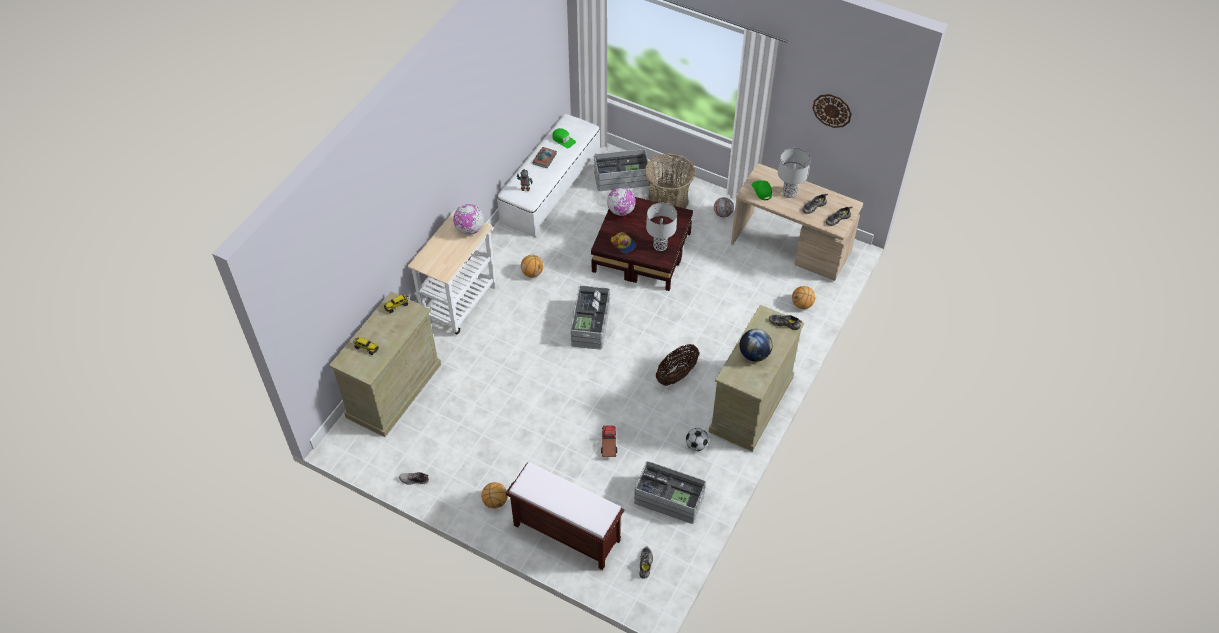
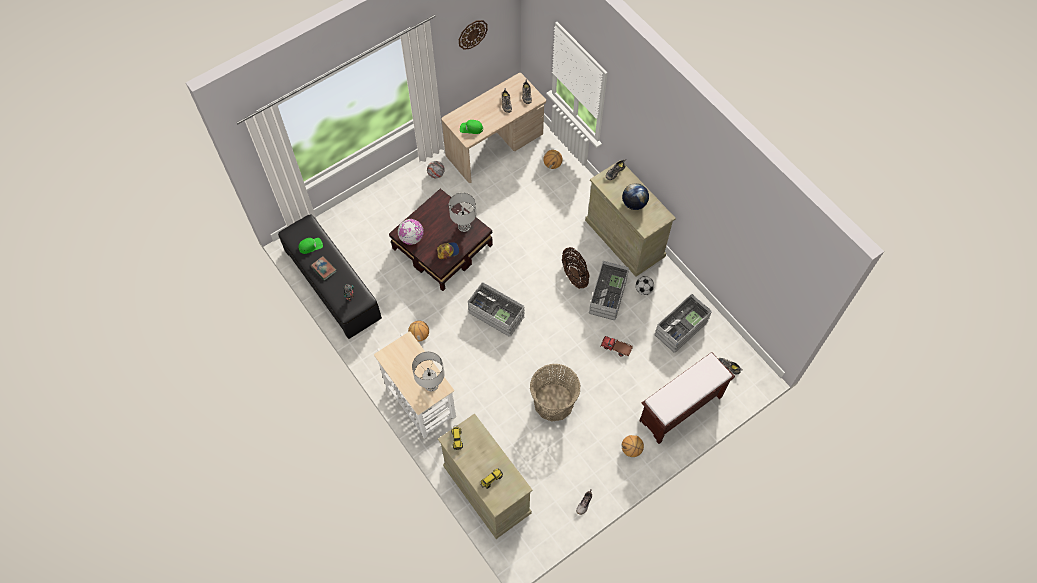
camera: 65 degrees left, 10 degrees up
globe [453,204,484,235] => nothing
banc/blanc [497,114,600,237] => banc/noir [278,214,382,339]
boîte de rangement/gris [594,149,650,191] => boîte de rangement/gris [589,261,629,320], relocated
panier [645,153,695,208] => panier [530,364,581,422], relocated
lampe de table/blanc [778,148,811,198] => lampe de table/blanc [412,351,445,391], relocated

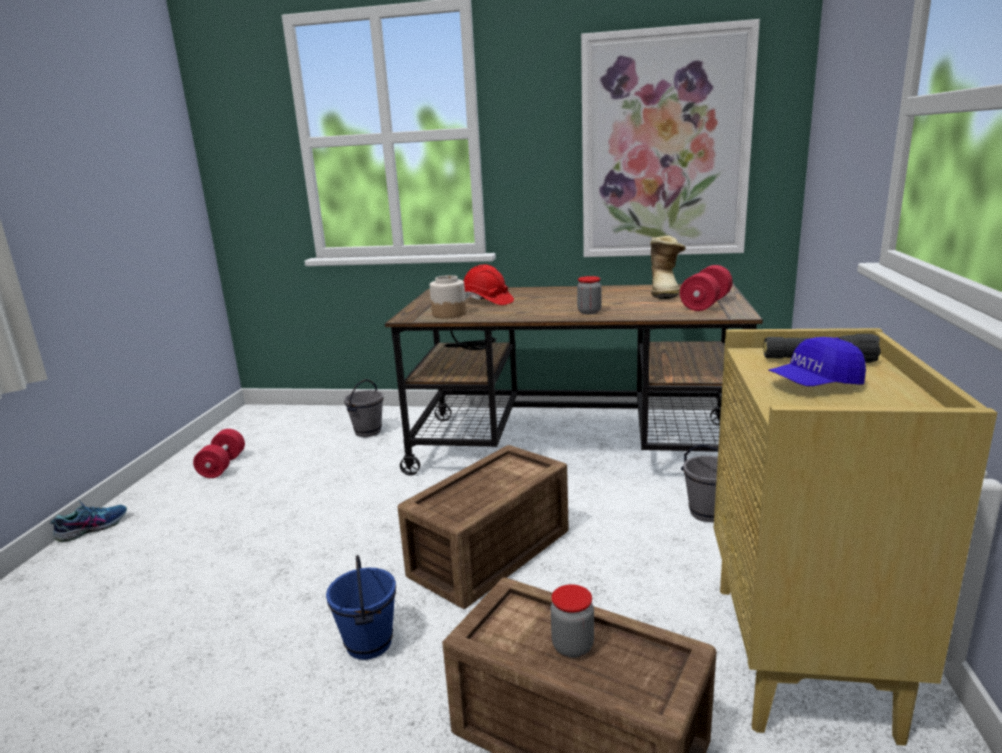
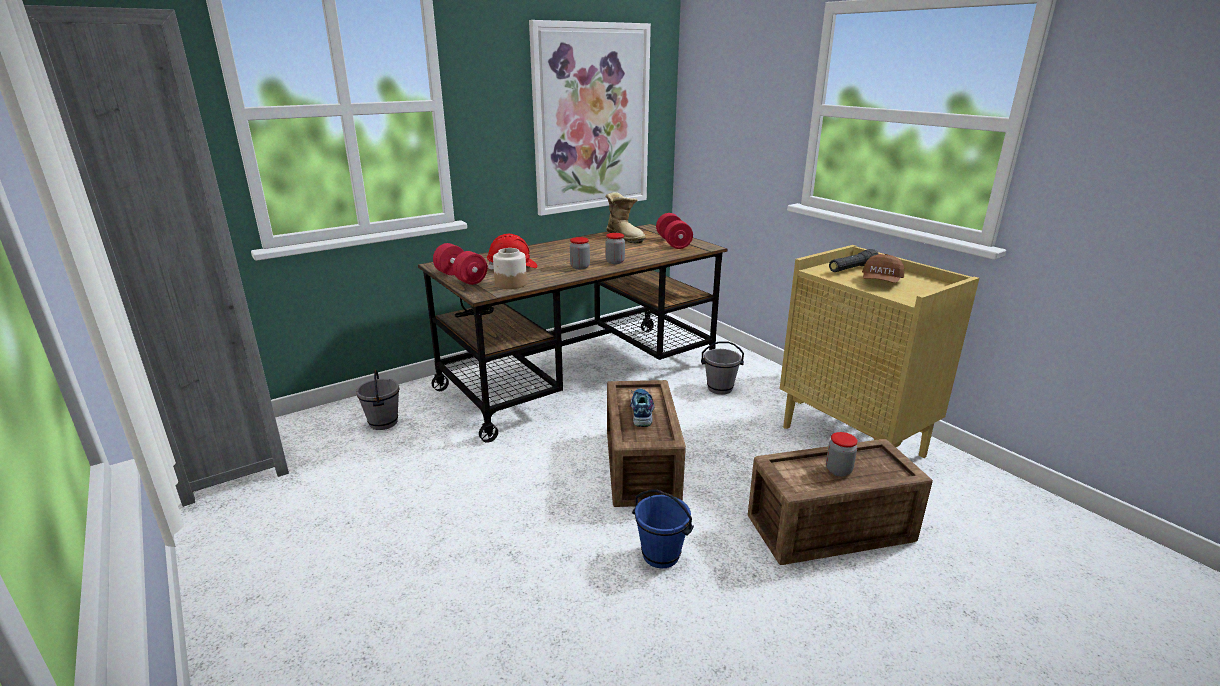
camera: 45 degrees left, 5 degrees up
chaussure [50,502,127,542] => chaussure [628,389,654,427], relocated
haltère/rouge [193,429,245,478] => haltère/rouge [433,243,487,285], relocated
casquette/bleu [768,337,866,386] => casquette/marron [862,254,904,283]
nothing => bibliothèque/gris [24,5,289,507]
nothing => bocal [570,237,590,269]

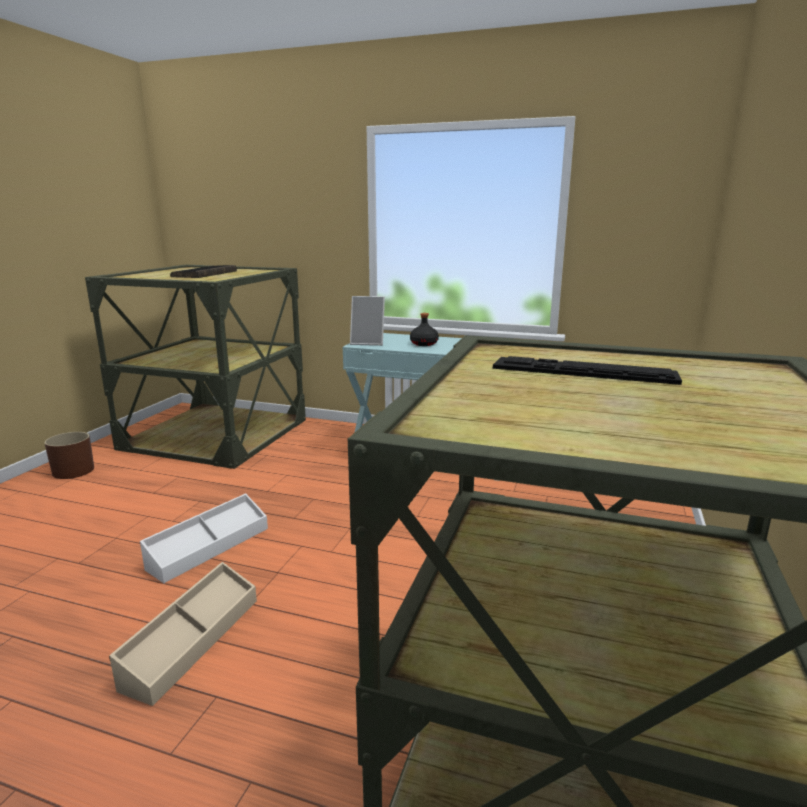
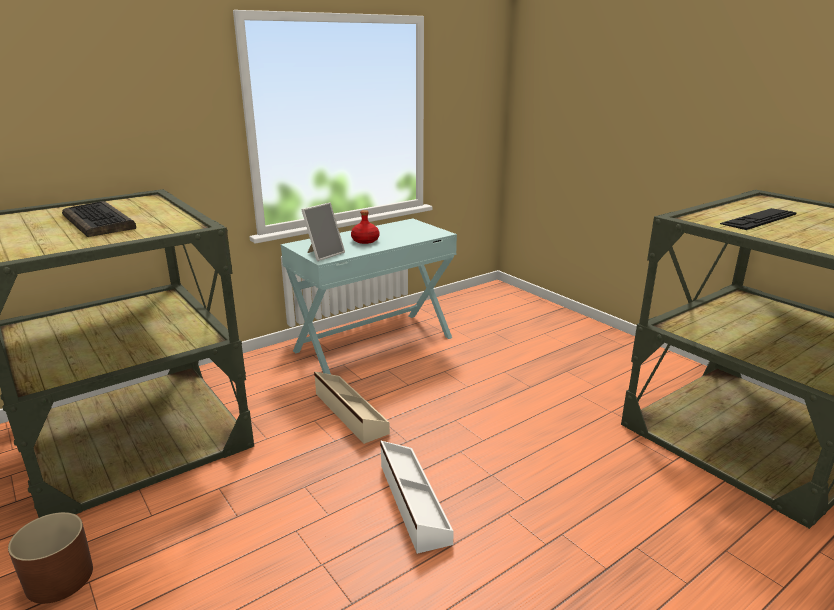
camera: 55 degrees left, 5 degrees up
boîte de rangement/beige [109,562,257,706] => boîte de rangement/beige [314,372,390,444], relocated
bouteille/noir [410,313,439,346] => bouteille/rouge [351,210,379,244]

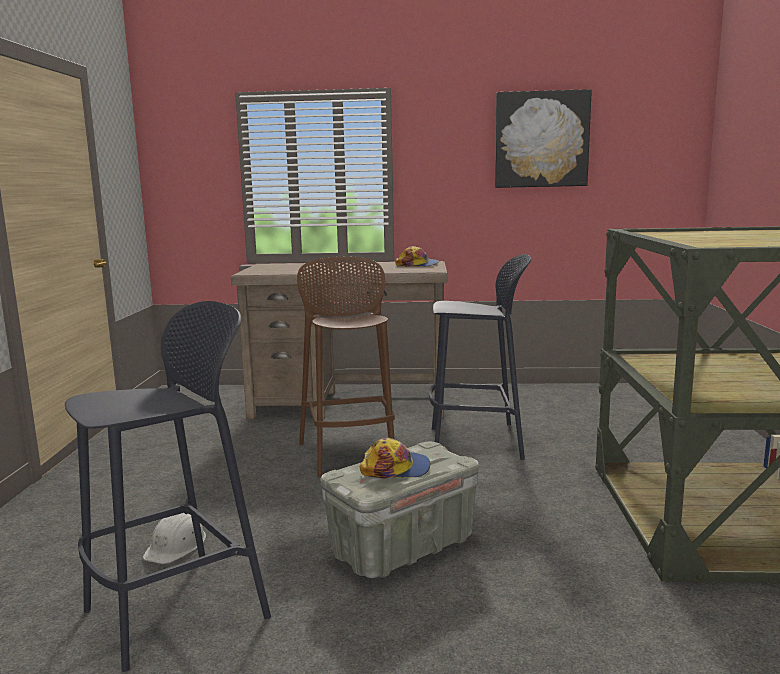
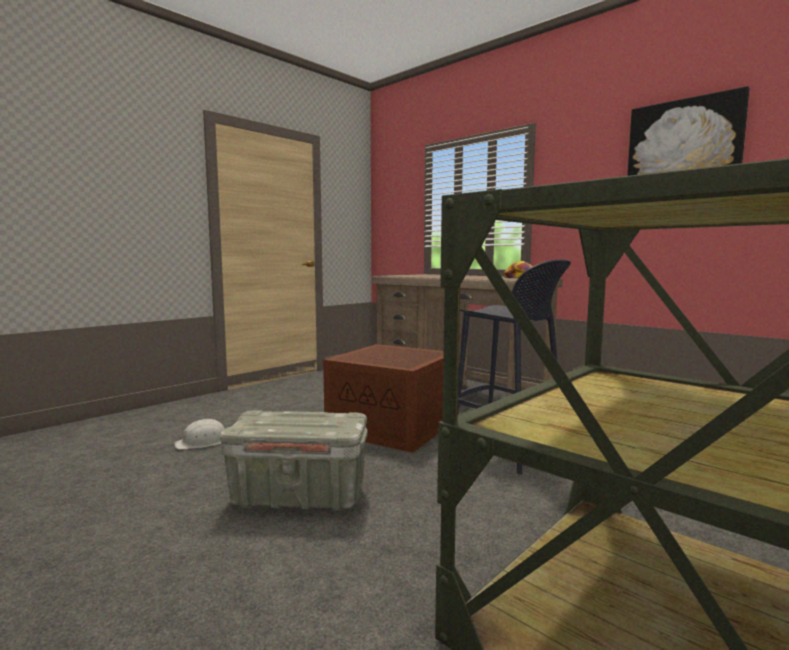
camera: 40 degrees right, 5 degrees down
tabouret/gris [65,301,271,672] => nothing
tabouret/marron [297,257,395,477] => boîte de rangement/marron [323,344,444,453]
casquette [360,438,430,479] => nothing

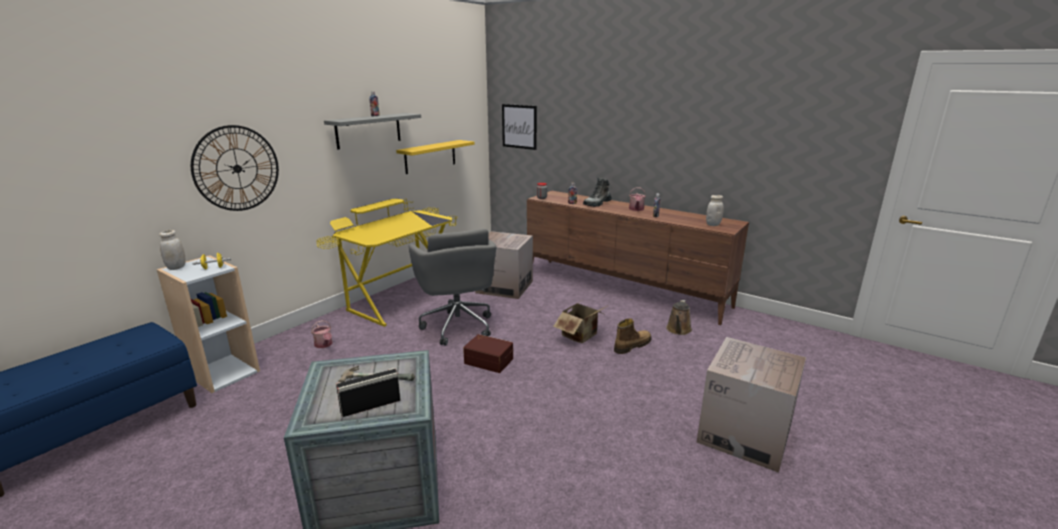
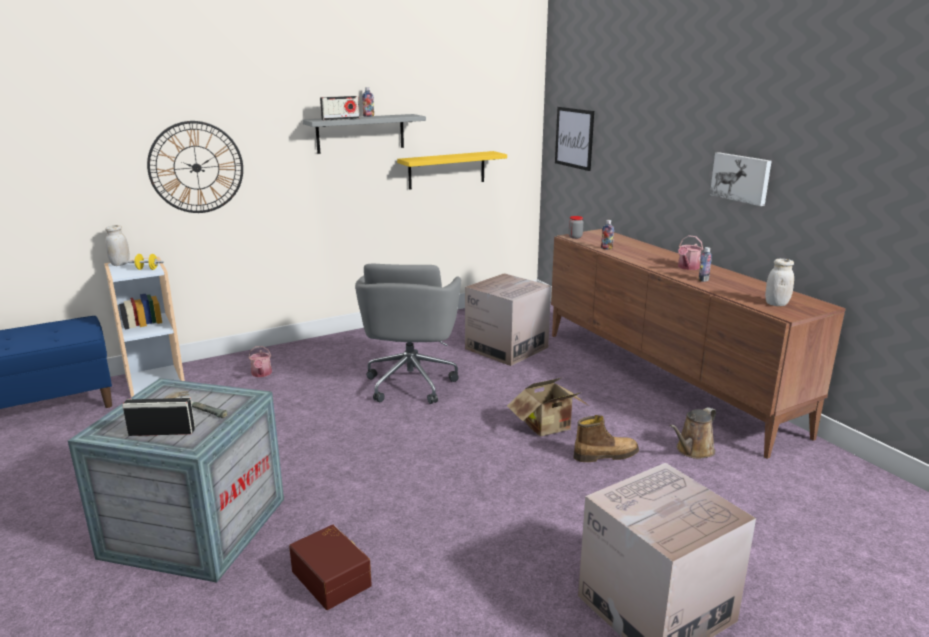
camera: 25 degrees right, 0 degrees up
bureau/jaune [316,199,458,327] => nothing
boîte de rangement/marron [463,334,513,373] => boîte de rangement/marron [289,525,372,610], relocated
botte [583,178,612,207] => nothing
nothing => radio [320,96,359,121]
nothing => tableau [710,152,772,206]

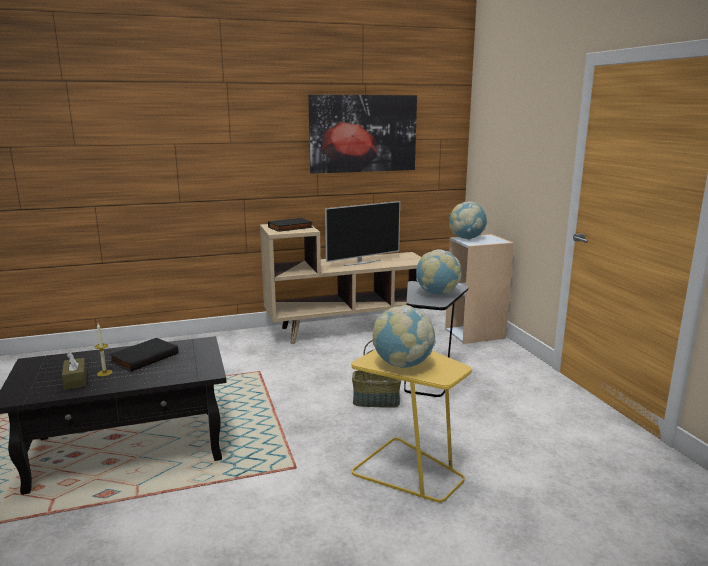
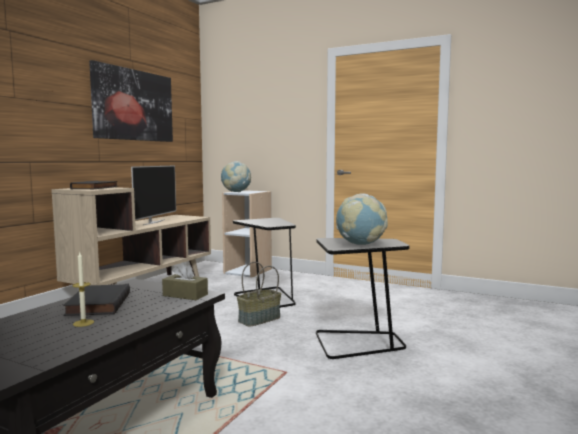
camera: 45 degrees left, 10 degrees down
boîte à mouchoirs/marron [62,352,87,390] => boîte à mouchoirs/marron [162,262,208,300], relocated
table d'appoint/jaune [351,349,472,502] => table d'appoint/noir [316,238,409,359]
globe [416,249,461,295] => nothing

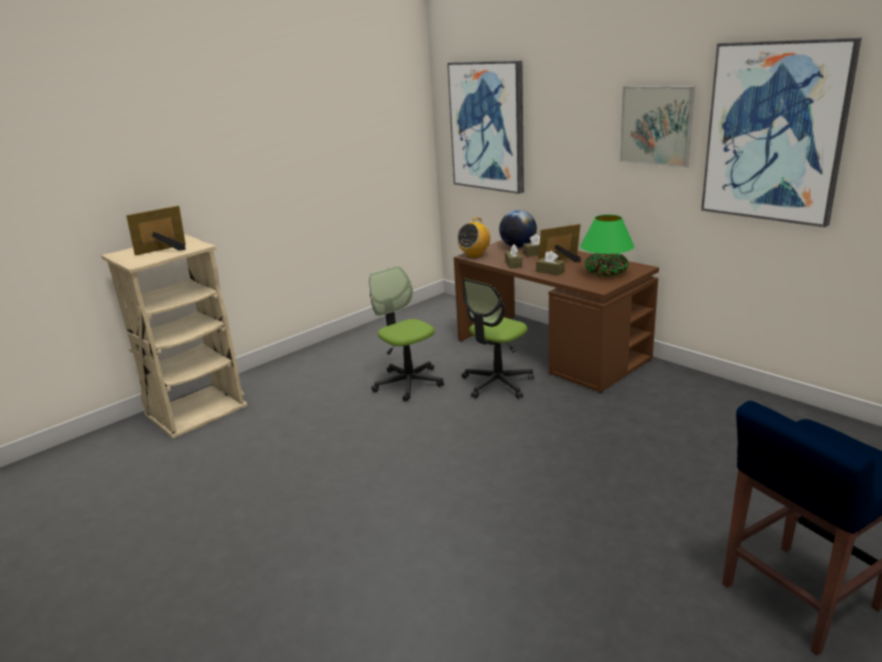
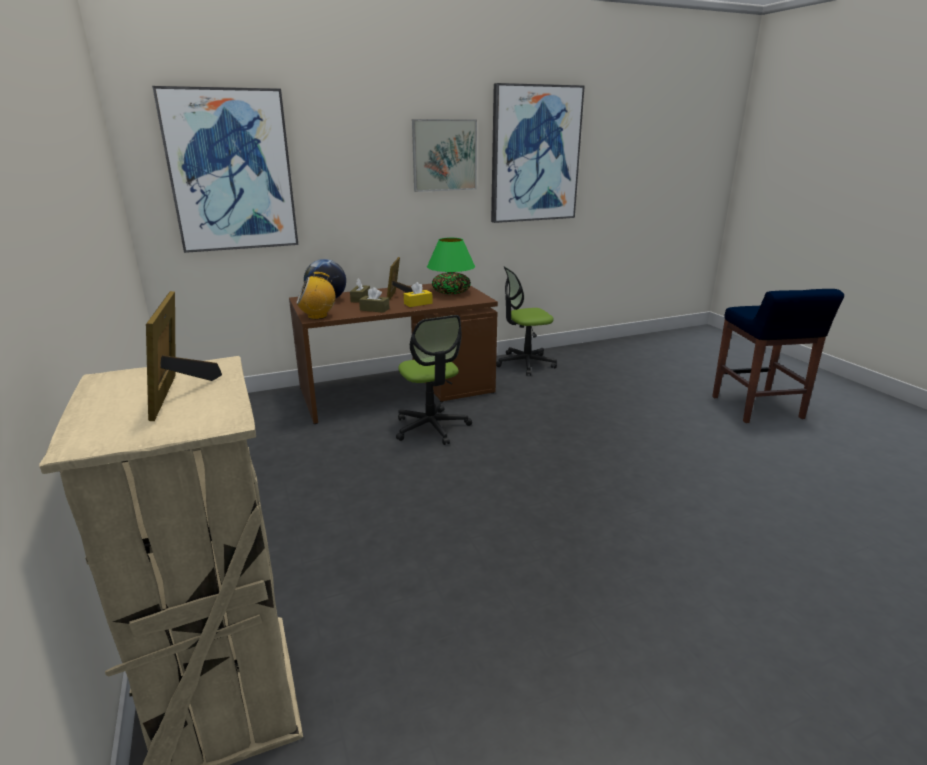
camera: 70 degrees left, 0 degrees up
chaise de bureau [369,266,444,401] => chaise de bureau [496,266,557,376], relocated
radio [457,218,490,258] => radio [296,272,335,319], 105 degrees clockwise
boîte à mouchoirs/marron [536,251,565,276] => boîte à mouchoirs/jaune [404,282,433,307]

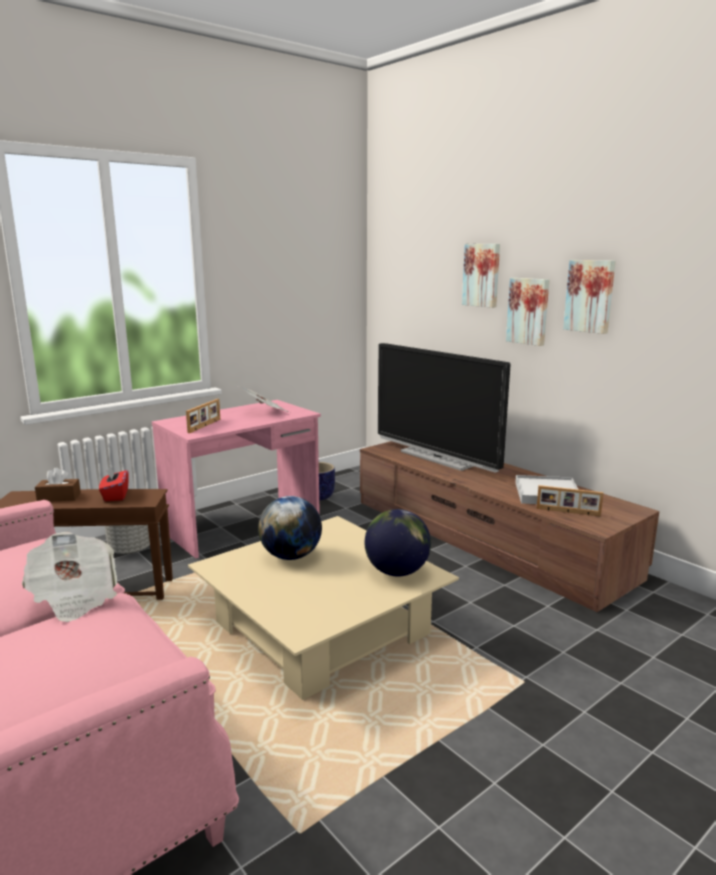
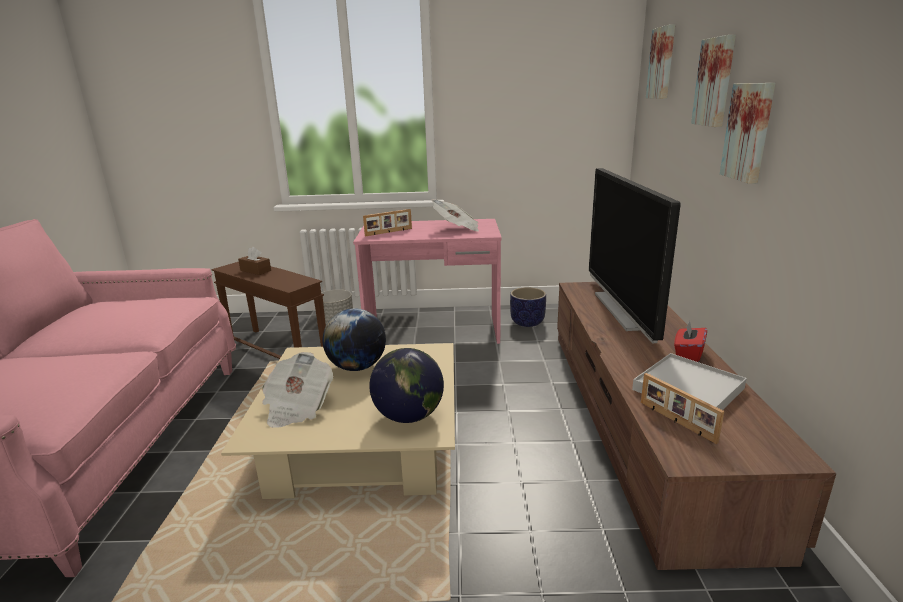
camera: 40 degrees right, 5 degrees up
journal [22,532,117,622] => journal [262,352,333,428], relocated
boîte à mouchoirs/rouge [99,466,129,501] => boîte à mouchoirs/rouge [674,320,707,362], relocated
tableau [563,260,616,334] => tableau [646,24,675,99], relocated

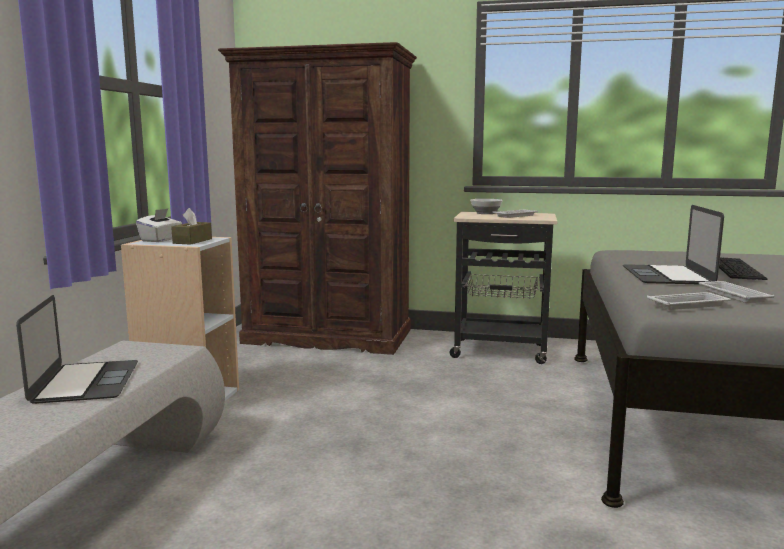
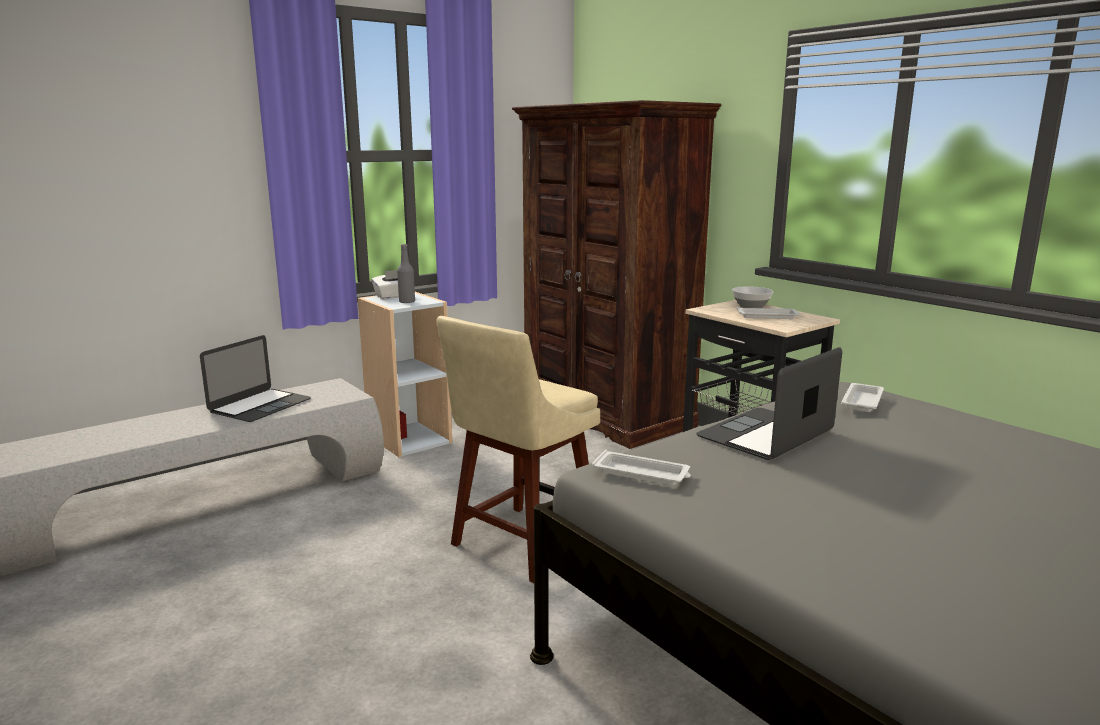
camera: 40 degrees right, 5 degrees up
boîte à mouchoirs/marron [171,208,212,245] => bouteille/gris [397,244,415,303]
plateau/blanc [699,281,774,303] => plateau/blanc [841,383,884,412], relocated
clavier [719,257,768,280] => nothing
nothing => chaise/beige [436,316,600,583]

